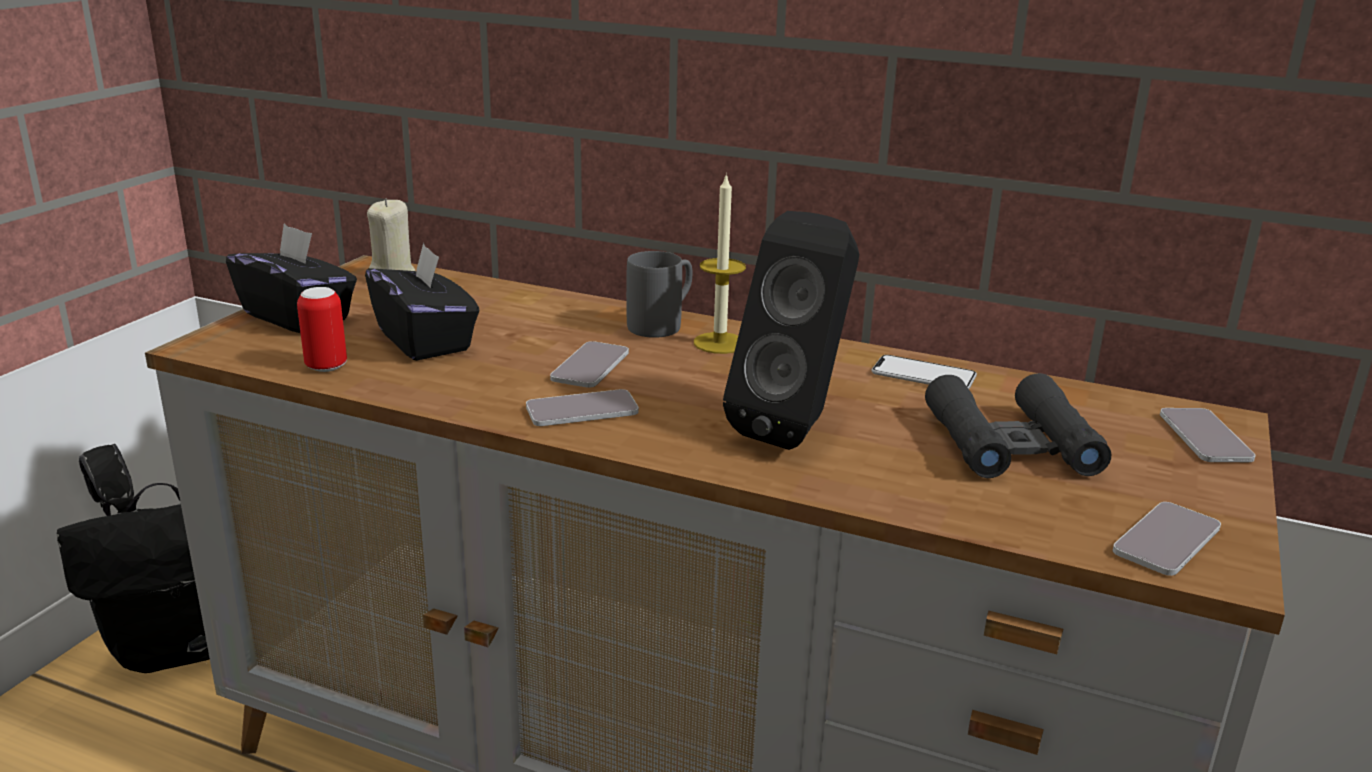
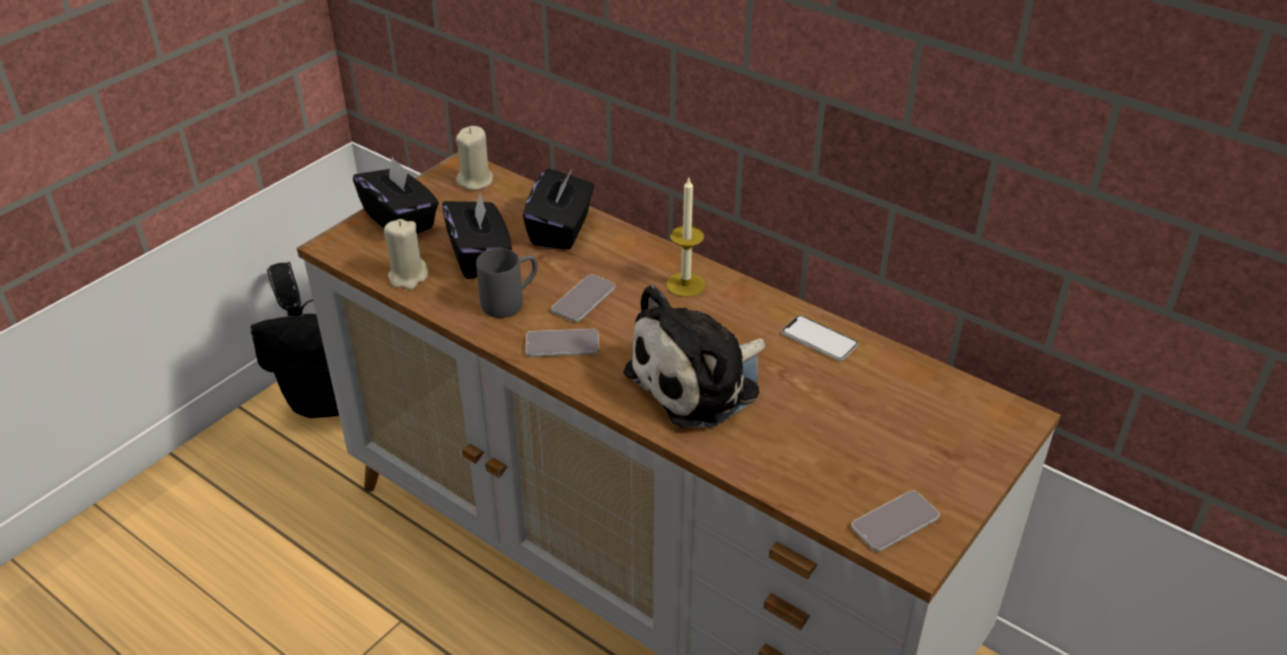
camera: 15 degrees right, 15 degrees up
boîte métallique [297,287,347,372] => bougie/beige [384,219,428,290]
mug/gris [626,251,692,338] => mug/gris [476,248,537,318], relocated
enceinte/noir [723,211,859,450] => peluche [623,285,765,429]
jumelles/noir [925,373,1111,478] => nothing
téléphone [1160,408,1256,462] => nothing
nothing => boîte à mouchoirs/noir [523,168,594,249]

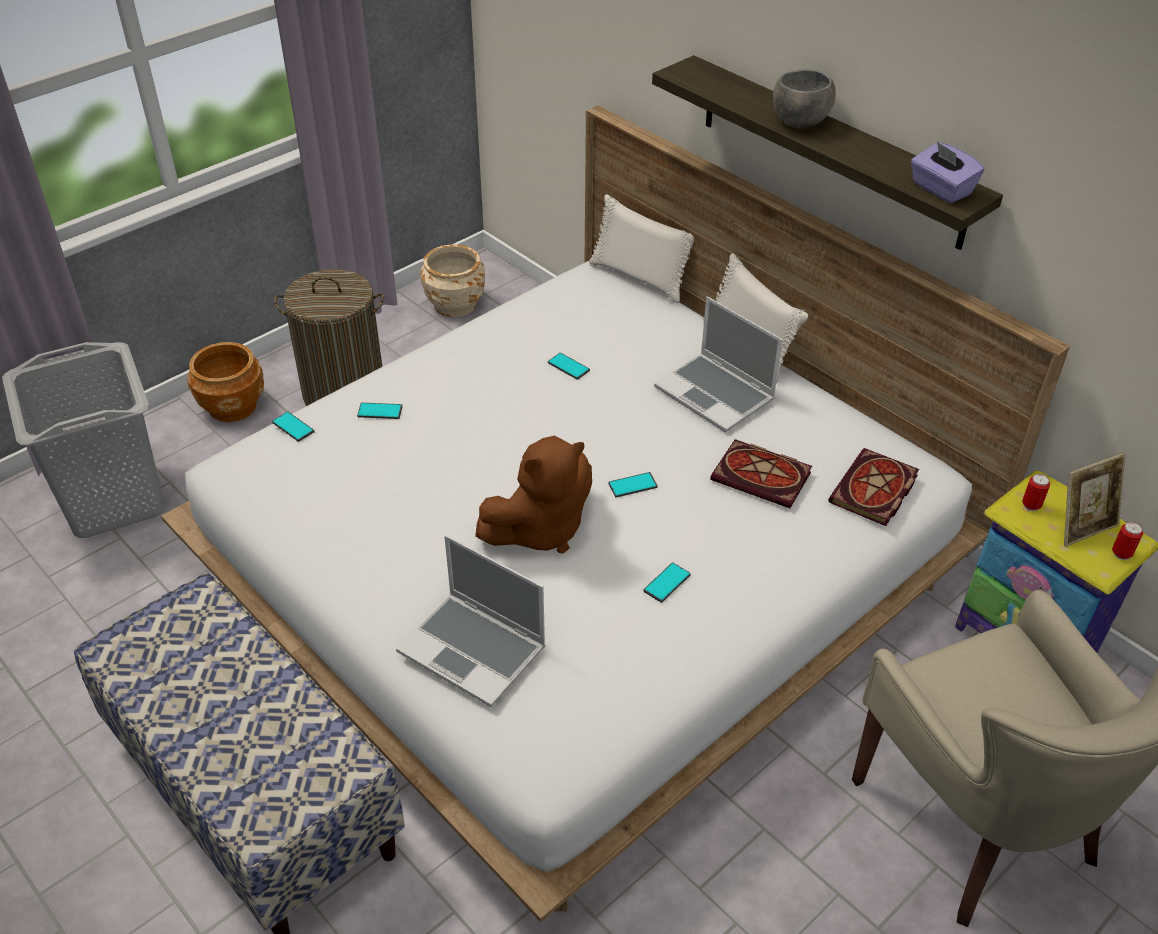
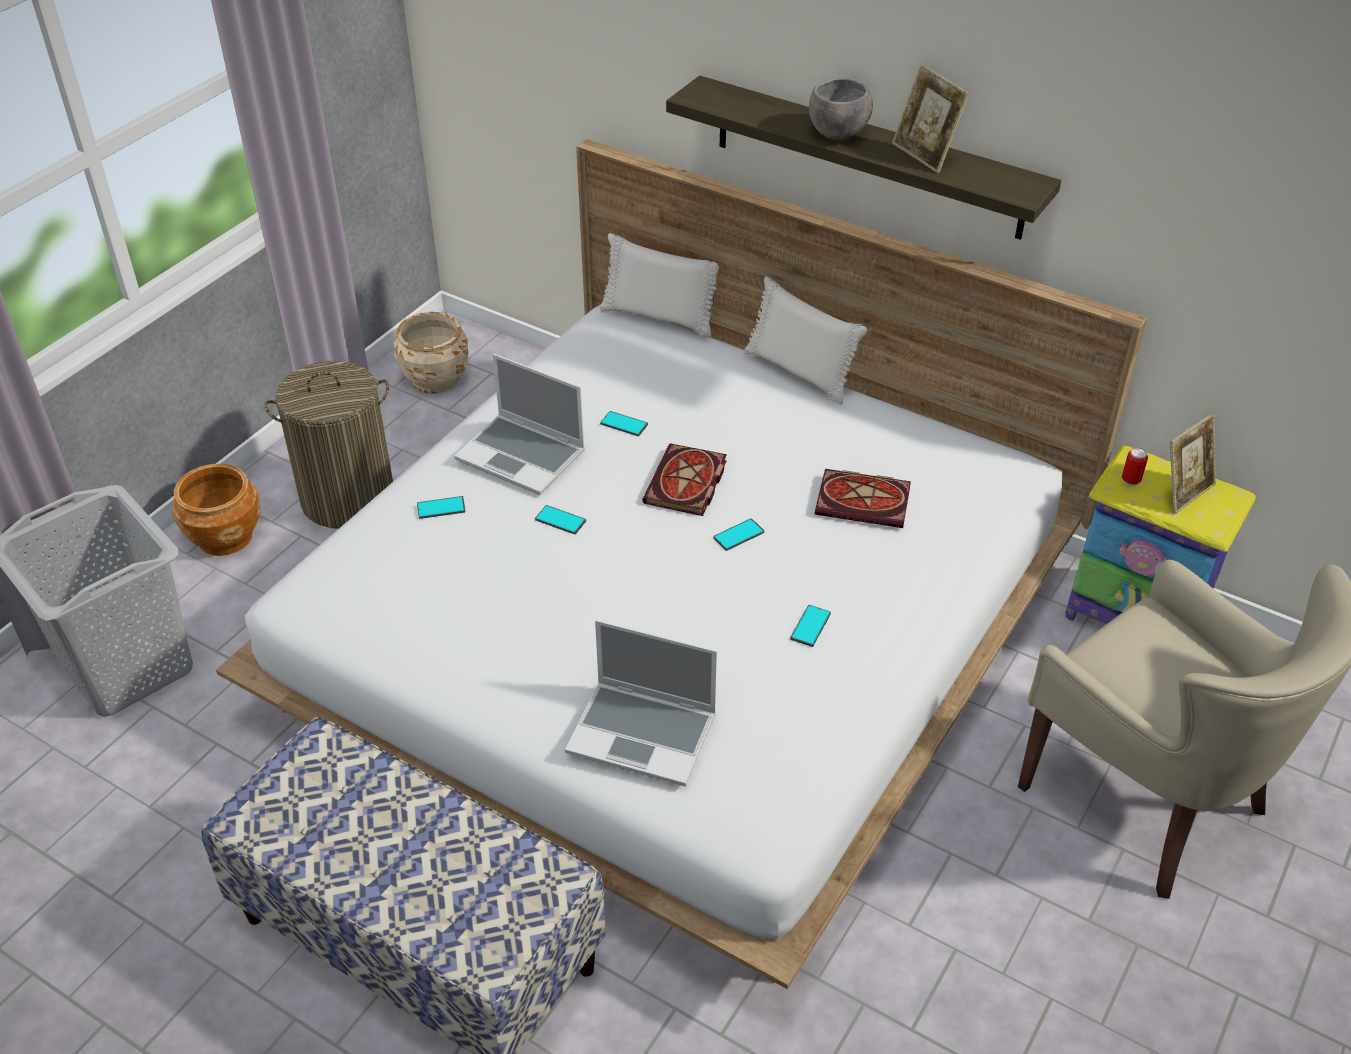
camera: 15 degrees left, 0 degrees up
téléphone [272,412,315,442] => téléphone [535,505,586,534], relocated
peluche/marron [475,435,592,553] => nothing
ordinateur portable [654,297,783,432] => ordinateur portable [454,354,585,495], relocated
livre [828,448,919,526] => livre [643,443,727,516], relocated
boîte à mouchoirs/violet [911,142,984,203] => nothing
boîte métallique [1112,522,1143,560] => nothing
nothing => cadre photo [892,64,970,173]

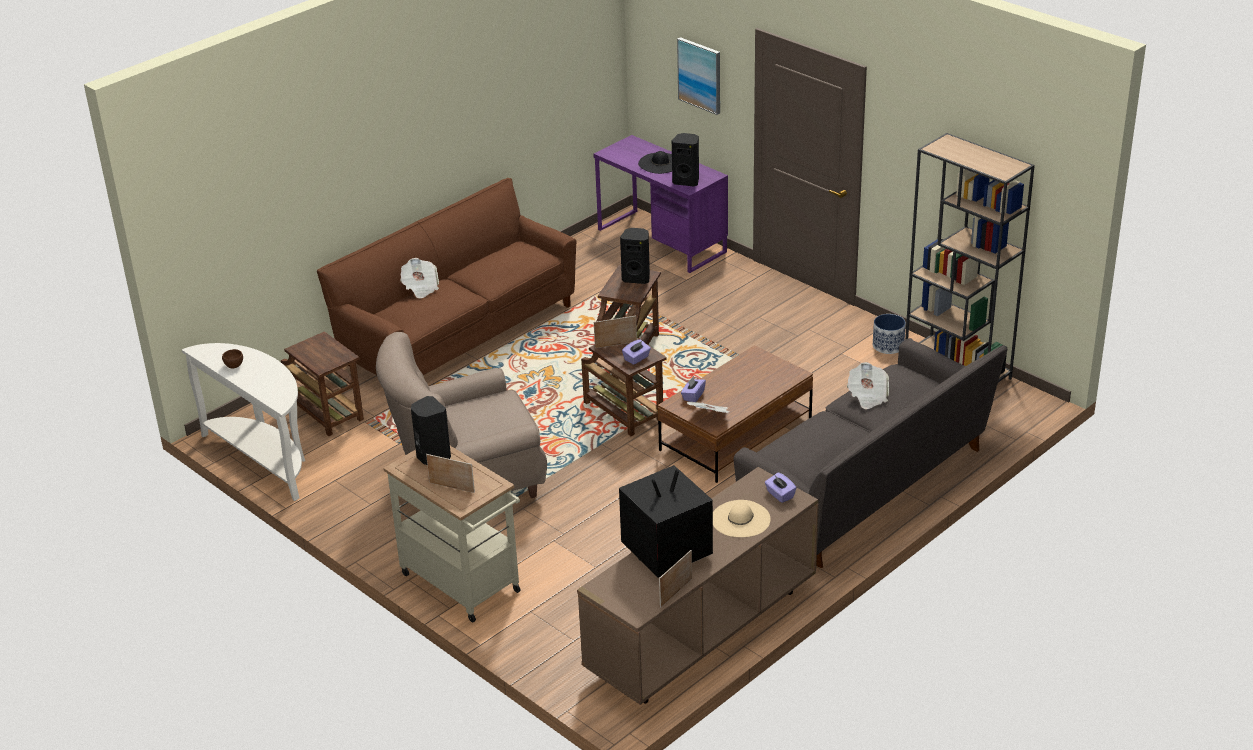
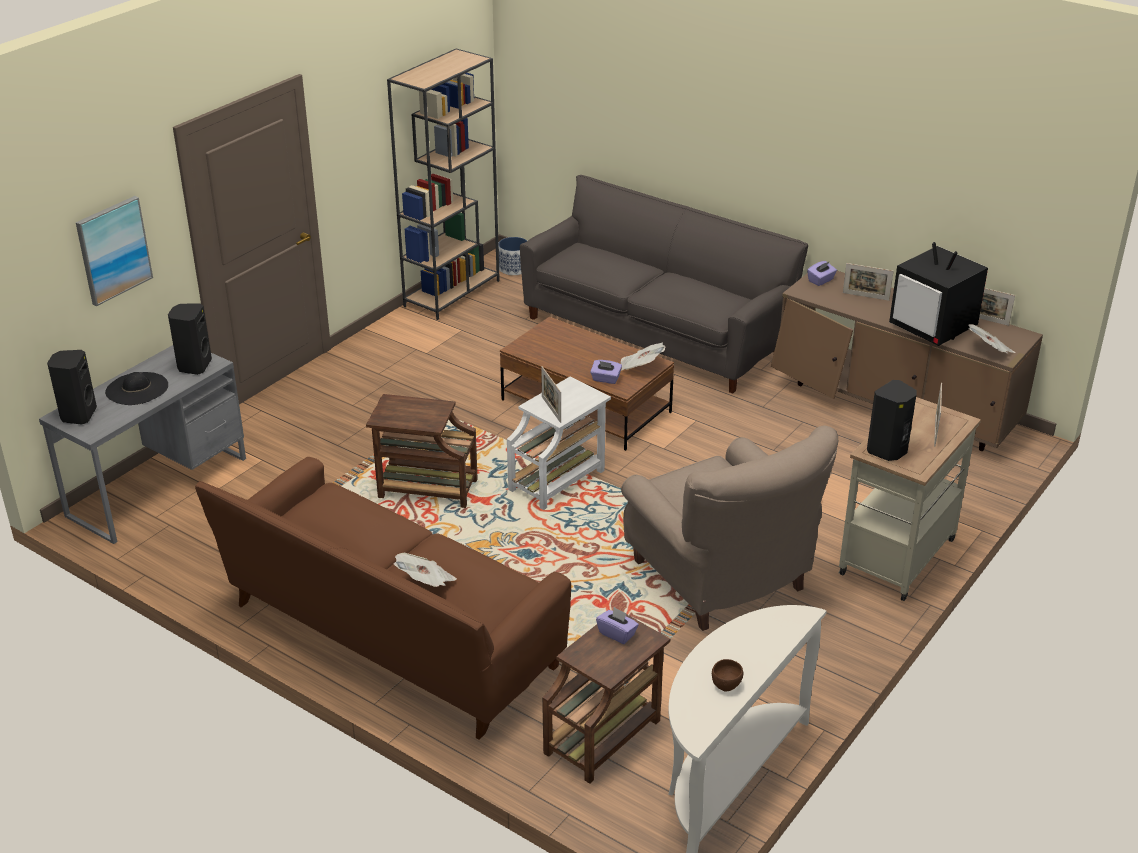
camera: 100 degrees left, 0 degrees up
table d'appoint/marron [581,338,667,436] => table d'appoint/blanc [507,377,611,510]
bureau/violet [593,135,728,273] => bureau/gris [39,345,246,544]
enceinte/noir [620,228,650,284] => enceinte/noir [47,350,97,425], relocated
boîte à mouchoirs/violet [622,339,651,365] => boîte à mouchoirs/violet [596,607,639,644], relocated
chapeau/beige [713,500,771,537] => cadre photo [843,263,893,301]
journal [847,362,889,409] => journal [968,324,1016,354], relocated
cache-pot [873,314,906,354] => cache-pot [498,237,527,275], relocated

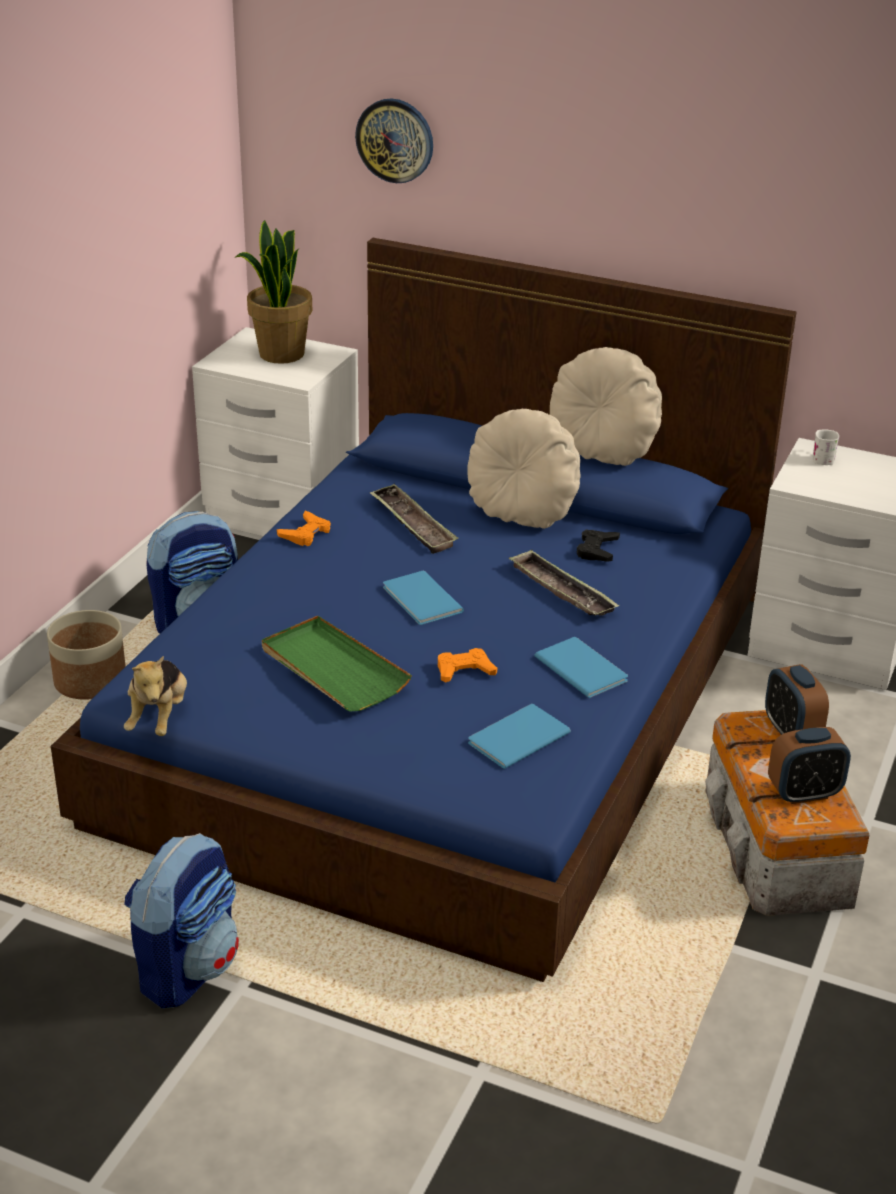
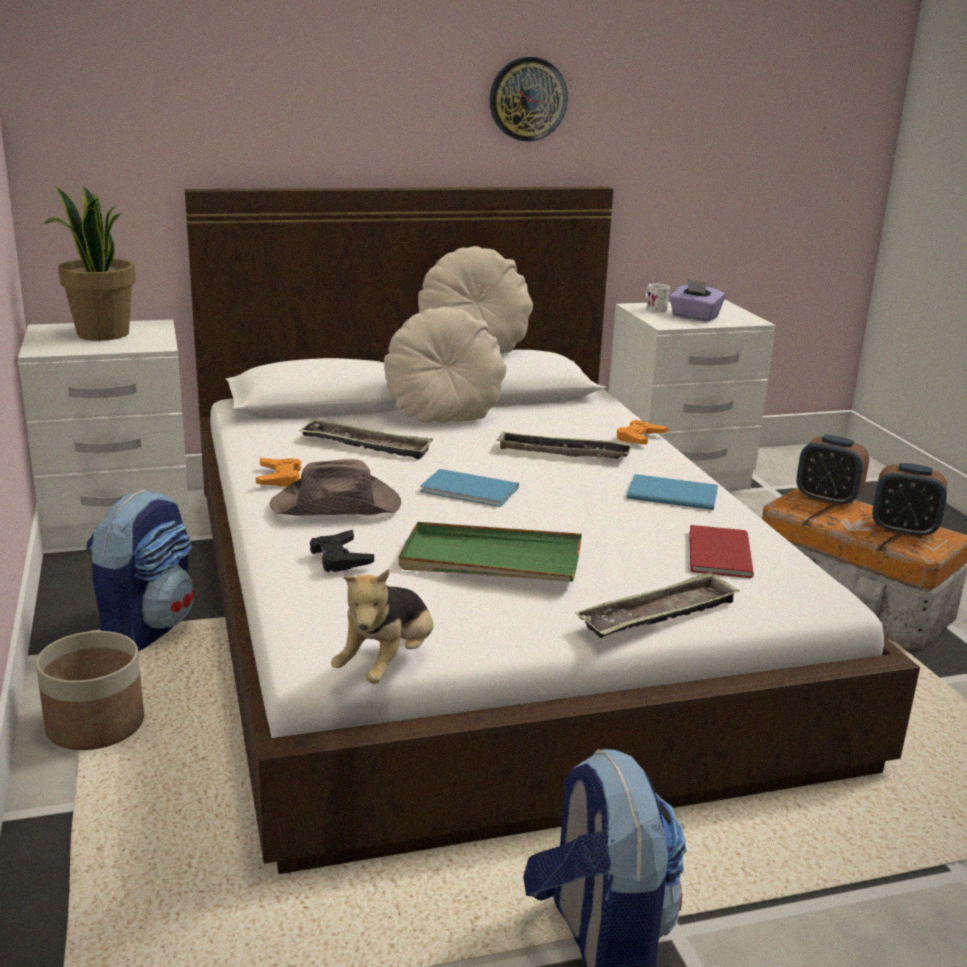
camera: 40 degrees left, 10 degrees down
lit/bleu [51,238,796,982] => lit/blanc [185,187,920,874]
peluche [124,655,187,736] => peluche [331,569,433,684], 60 degrees clockwise
horloge murale [355,98,433,183] => horloge murale [489,57,568,142], relocated
manette/orange [438,648,497,682] => manette/orange [617,420,668,444], relocated
livre/bleu [468,704,571,769] => livre/rouge [689,525,754,578]
manette/noir [576,529,620,562] => manette/noir [310,530,374,572], relocated
réveil [768,727,851,804] => réveil [872,463,947,538], 75 degrees clockwise
nothing => chapeau/marron [270,459,401,516]
nothing => plateau [576,571,740,638]
nothing => boîte à mouchoirs/violet [669,279,725,322]

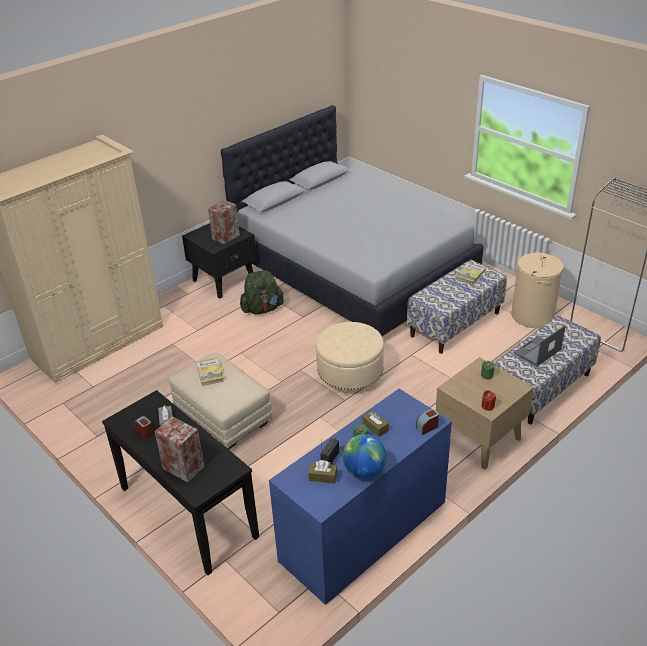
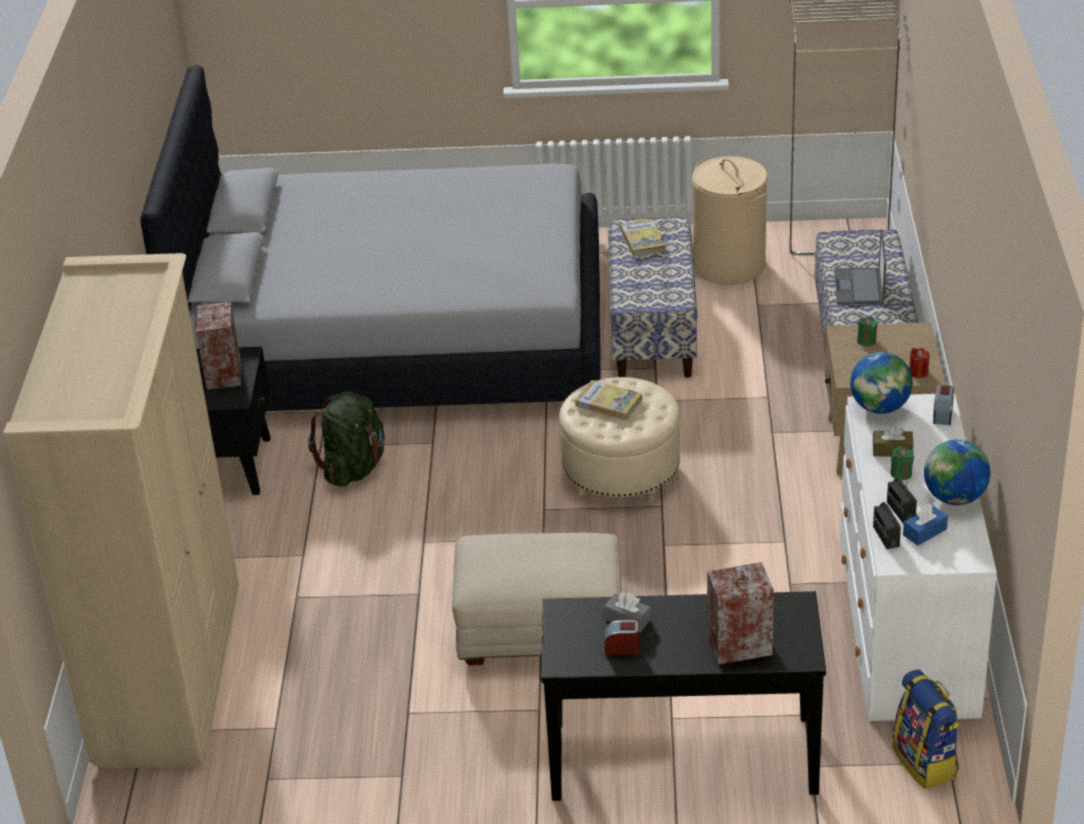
camera: 45 degrees left, 0 degrees up
livre [196,357,224,386] => livre [575,380,642,420], relocated
commode/bleu [269,389,452,605] => commode/blanc [840,393,997,721]
boîte à mouchoirs/marron [308,460,337,483] => boîte à mouchoirs/bleu [903,504,948,546]
nothing => globe [850,352,913,414]
nothing => radio [873,502,901,549]
nothing => sac à dos [892,670,960,789]

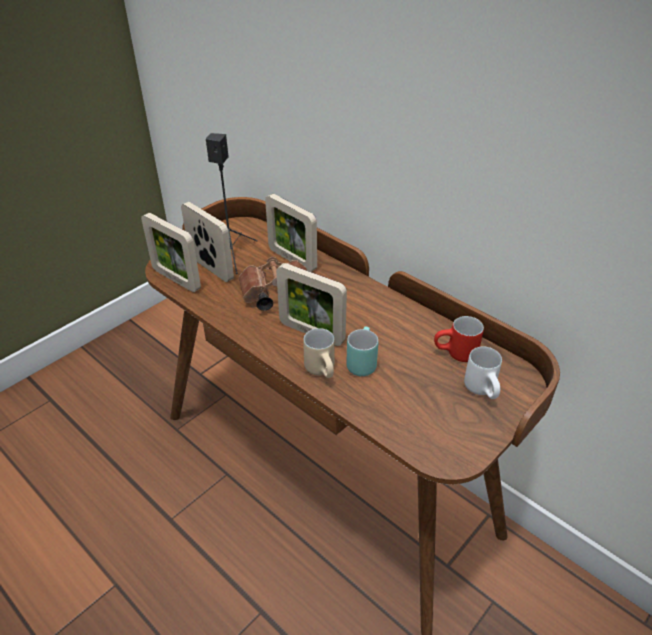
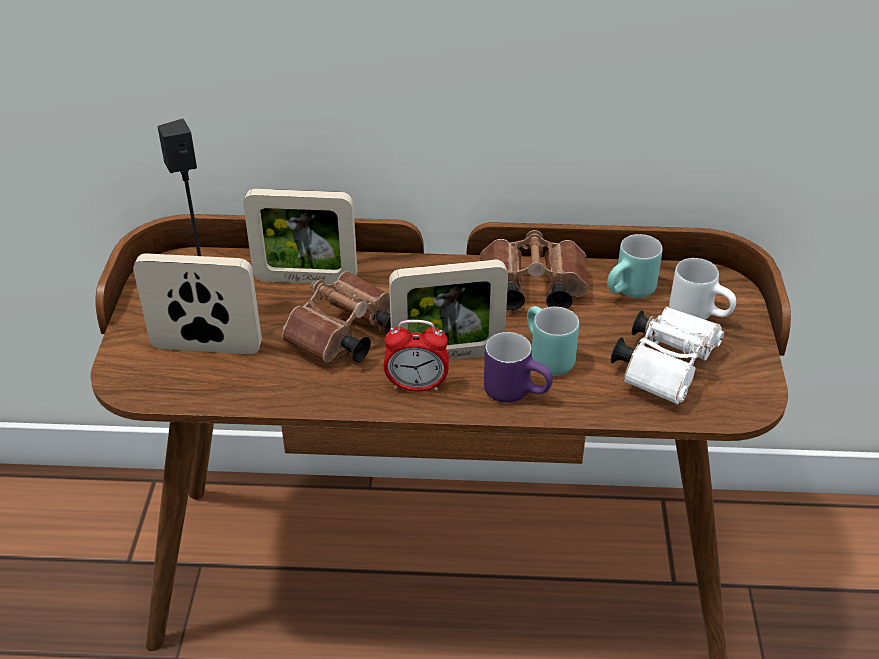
camera: 40 degrees left, 0 degrees up
cadre photo [141,213,201,292] => nothing
mug/beige [303,328,335,378] => mug/violet [484,332,553,403]
mug/rouge [434,316,484,362] => mug/turquoise [607,234,663,298]
nothing => réveil [384,320,449,391]
nothing => jumelles/marron [480,230,588,310]
nothing => jumelles/blanc [611,307,724,404]

